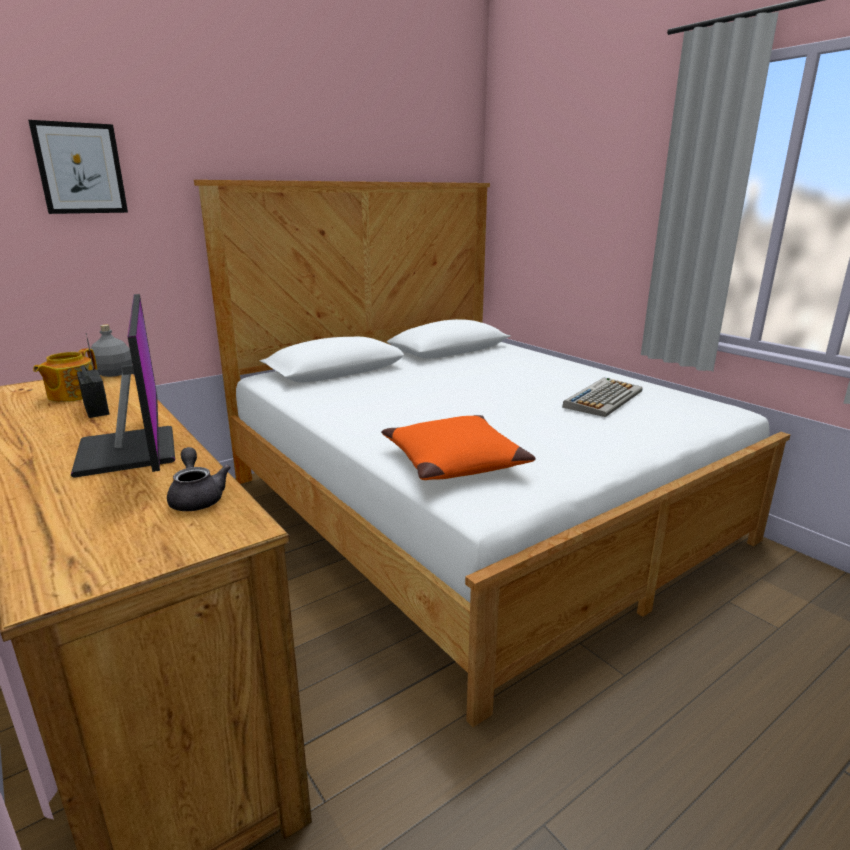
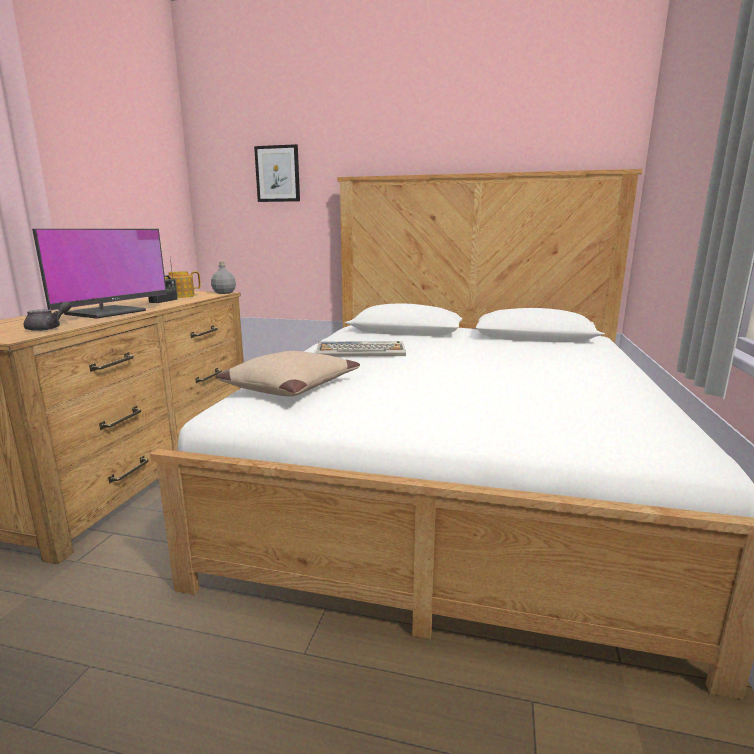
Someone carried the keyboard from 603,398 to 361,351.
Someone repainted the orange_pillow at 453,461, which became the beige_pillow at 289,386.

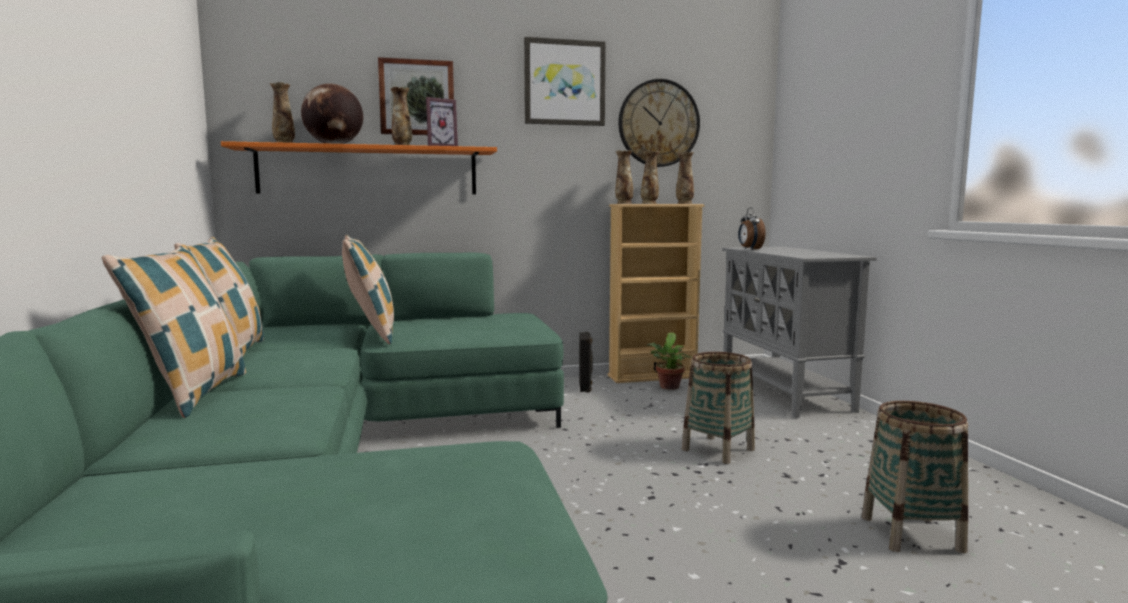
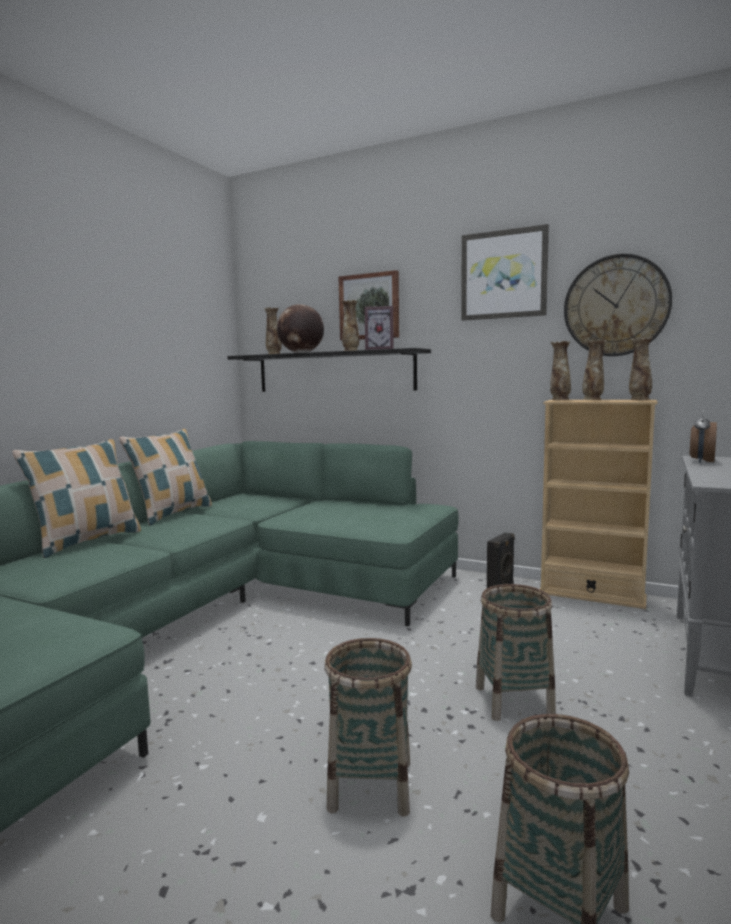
Someone repainted the orange_shelf at 369,171, which became the black_shelf at 334,372.
Someone took away the pillow at 370,335.
Someone took away the potted_plant at 669,387.
Someone put down the basket at 370,785.

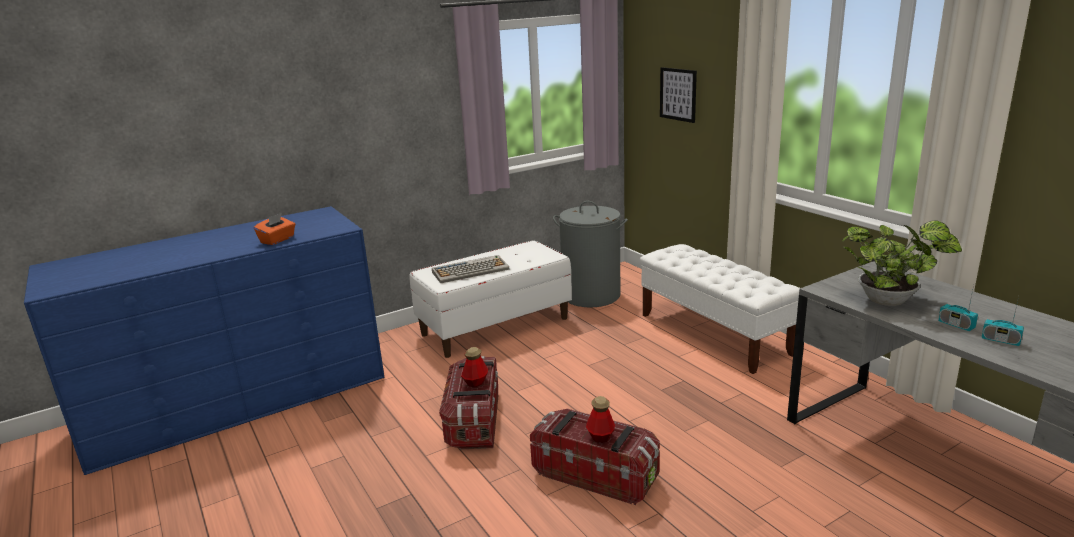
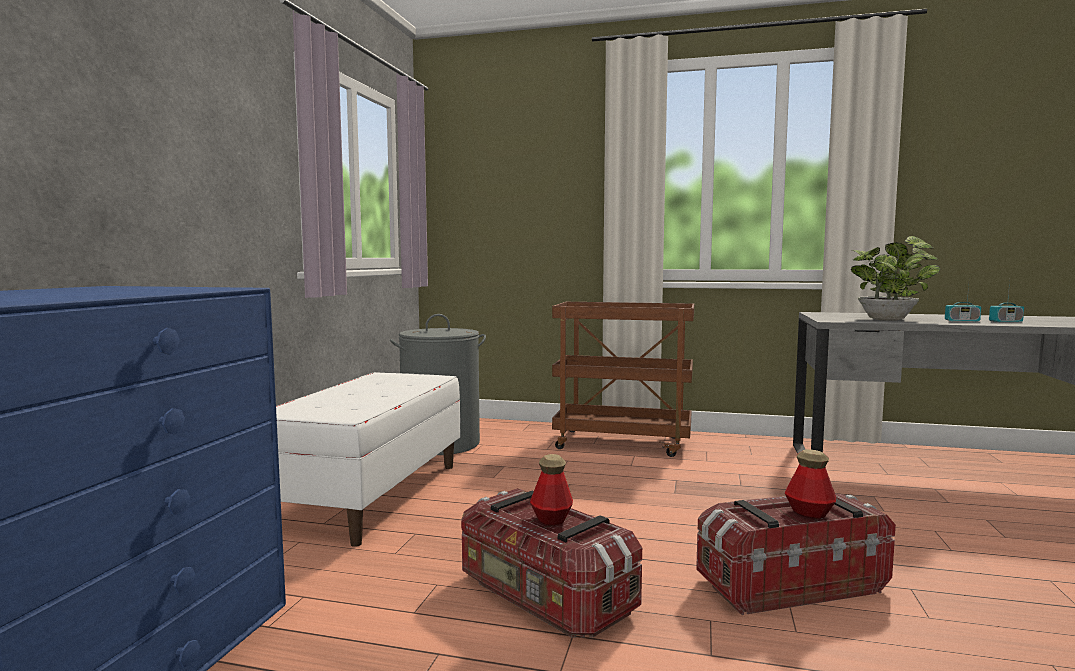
Someone took away the picture at 678,94.
Someone took away the orange_tissue_box at 277,240.
Someone swapped the white_bench at 714,334 for the brown_cart at 624,443.
Someone took away the keyboard at 471,270.

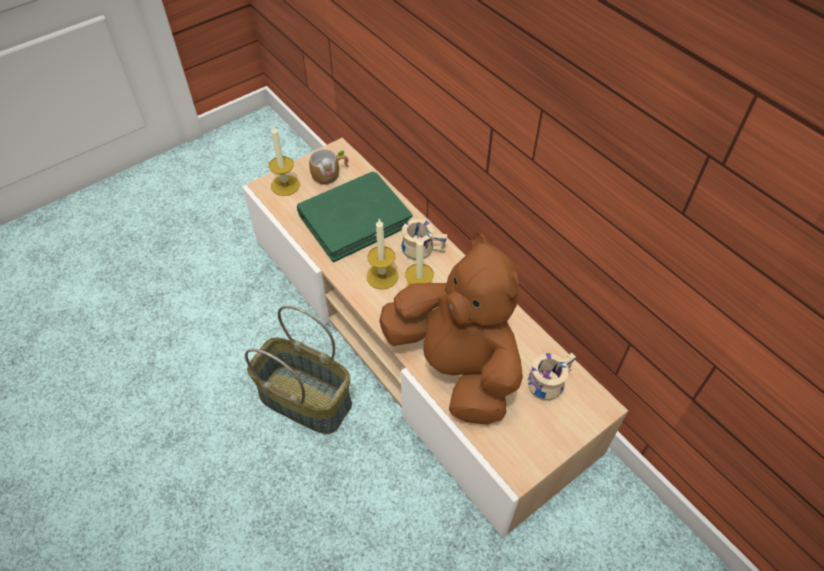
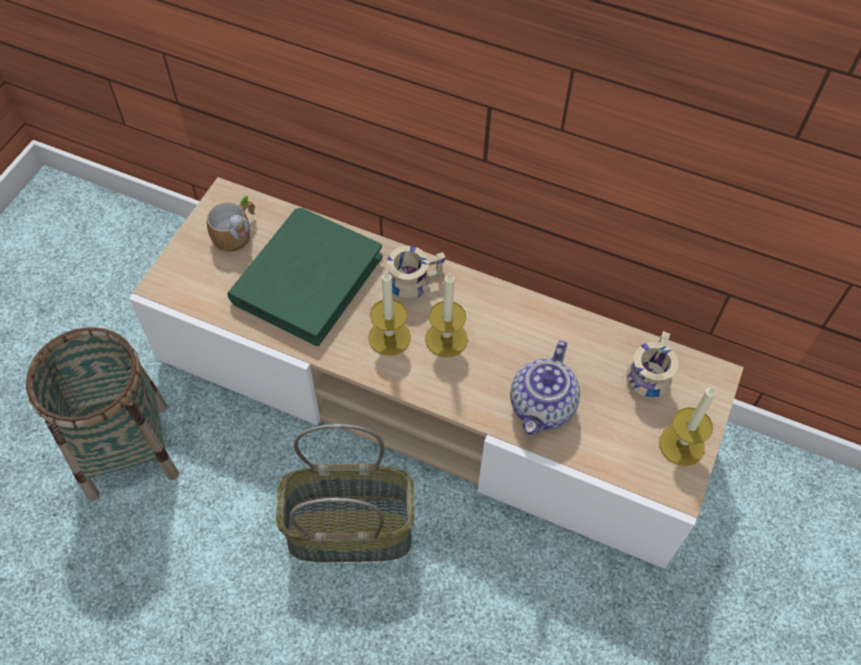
Someone carried the candle from 285,185 to 681,445.
Someone swapped the brown_plush_toy at 455,367 for the teapot at 542,407.
Someone put down the basket at 127,449.

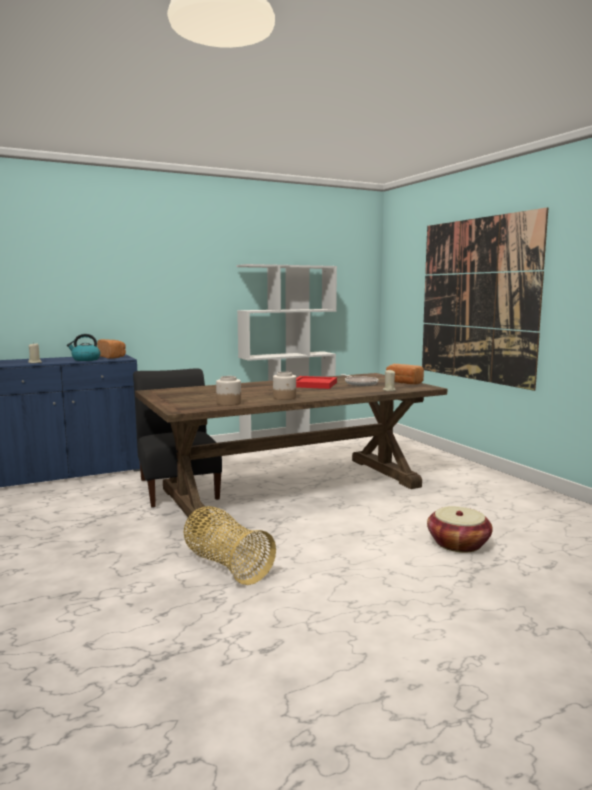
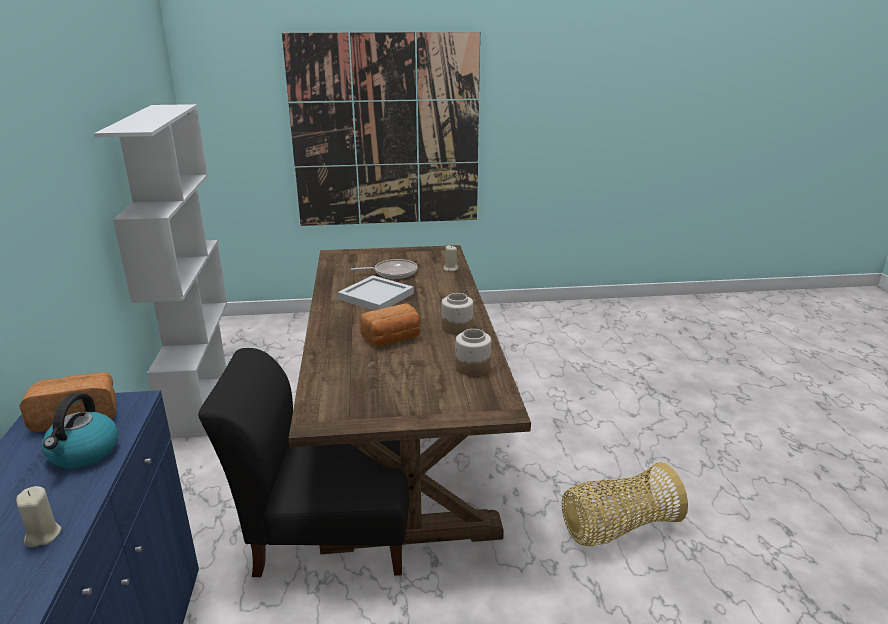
Someone carried the bread from 402,383 to 393,339.
Someone repainted the red_tray at 313,384, which became the white_tray at 376,297.
Someone took away the basket at 458,544.

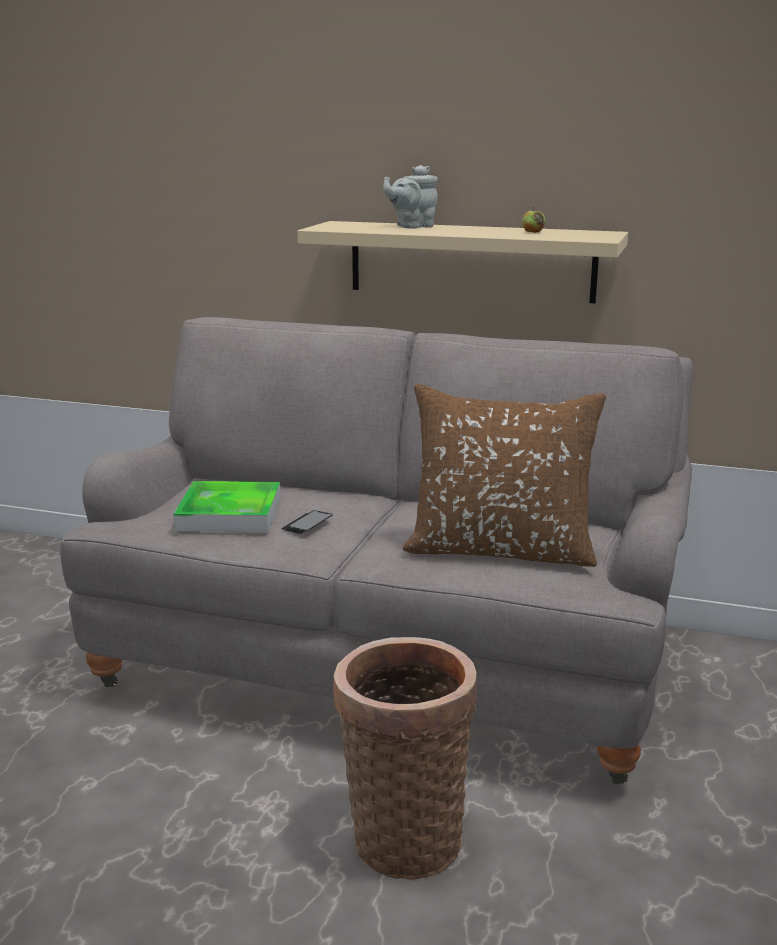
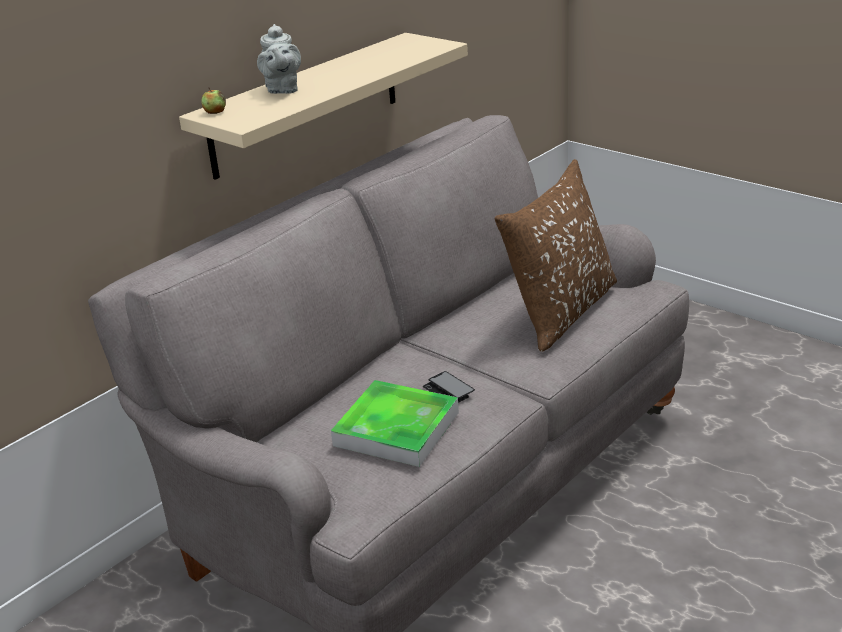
Someone carried the apple from 533,232 to 215,112.
Someone took away the basket at 404,836.

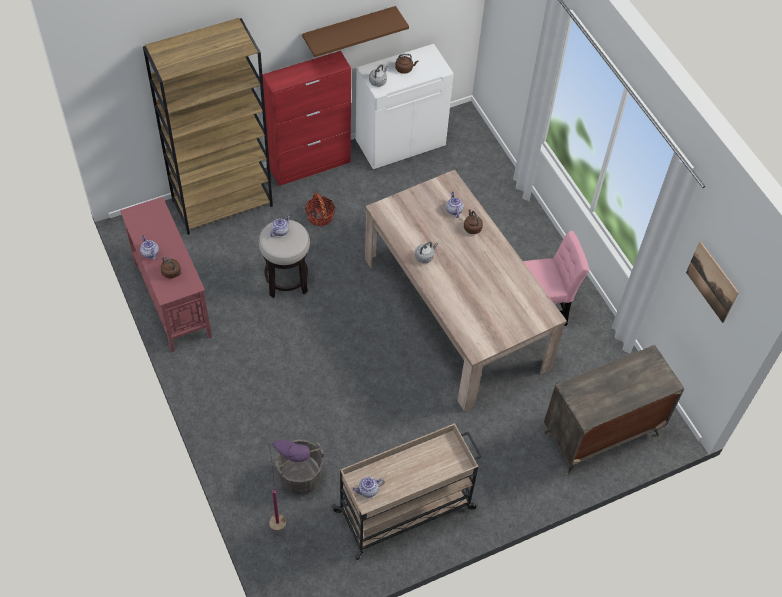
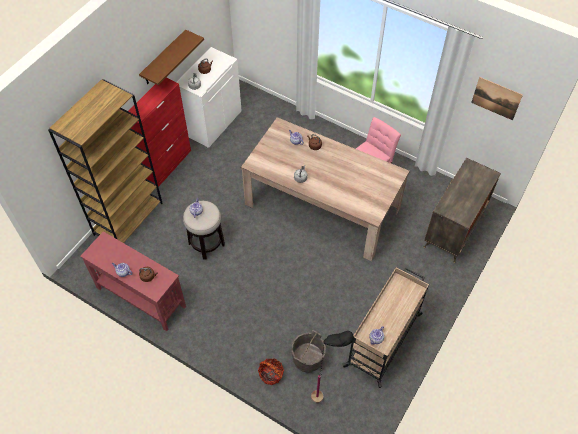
Someone carried the basket from 320,216 to 271,374.
Someone repainted the purple_floor_lamp at 291,529, which became the black_floor_lamp at 327,395.

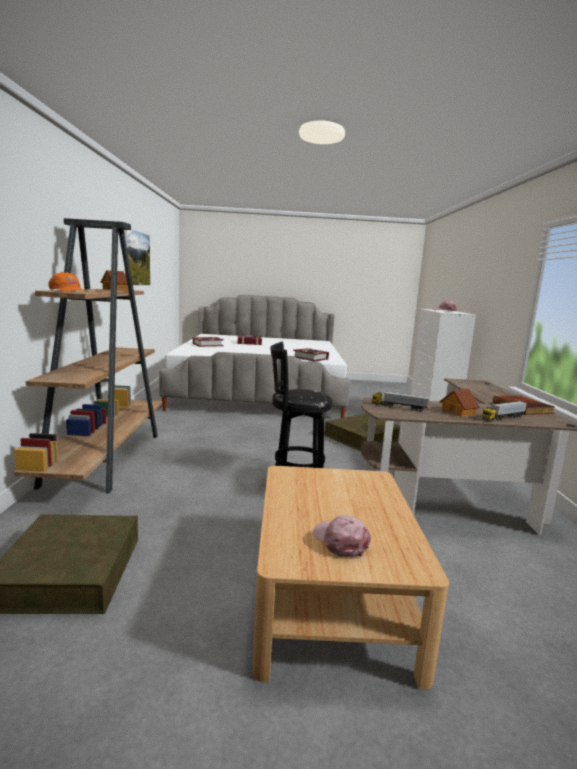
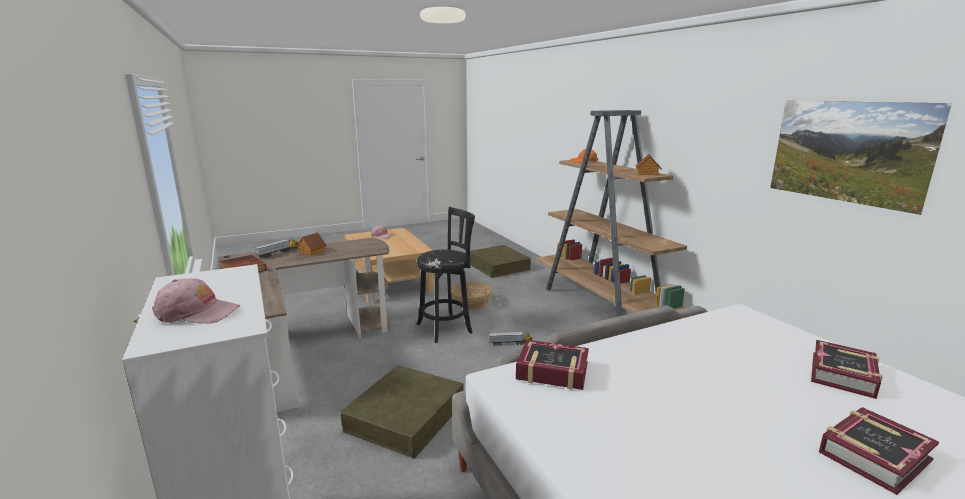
Someone carried the toy_truck from 399,407 to 510,343.
Someone put down the basket at 471,303.

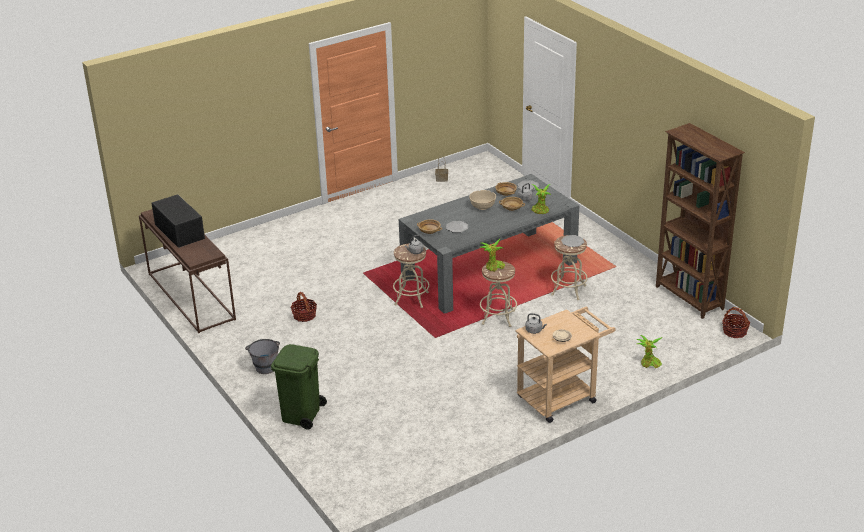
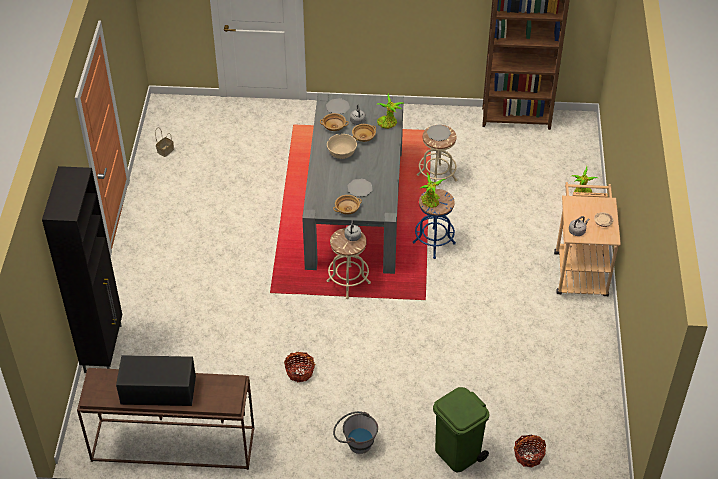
Someone repainted the beige_stool at 498,317, which became the blue_stool at 434,243.
Someone carried the basket from 735,332 to 528,456.
Someone put down the black_cabinet at 104,348.

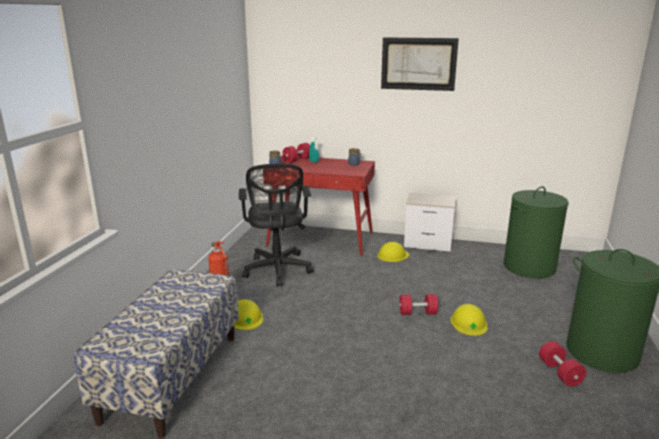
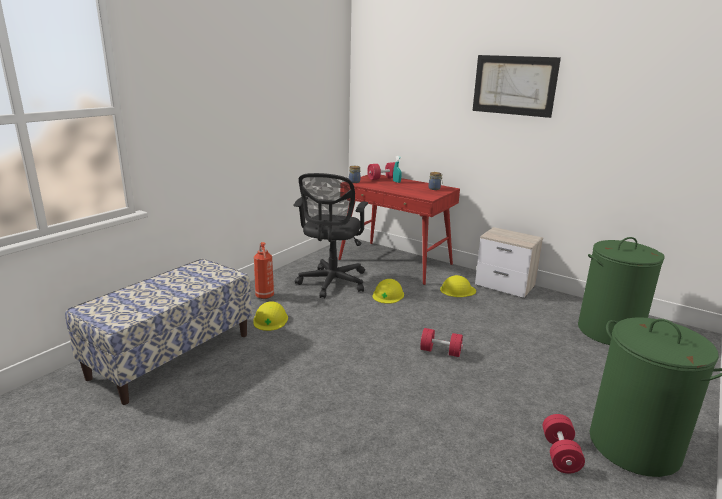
Someone carried the yellow_hard_hat from 469,323 to 388,295.

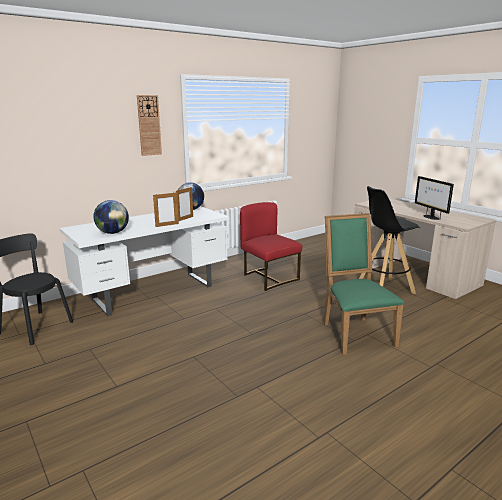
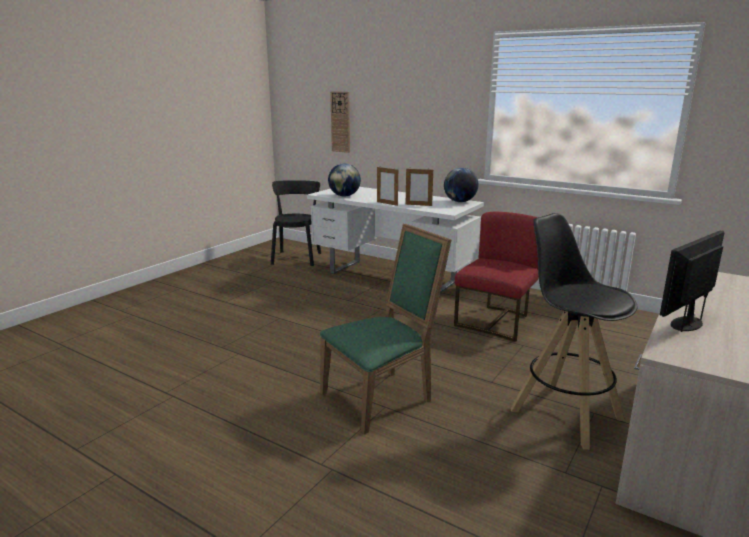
Someone carried the wall_clock from 149,125 to 340,122.

